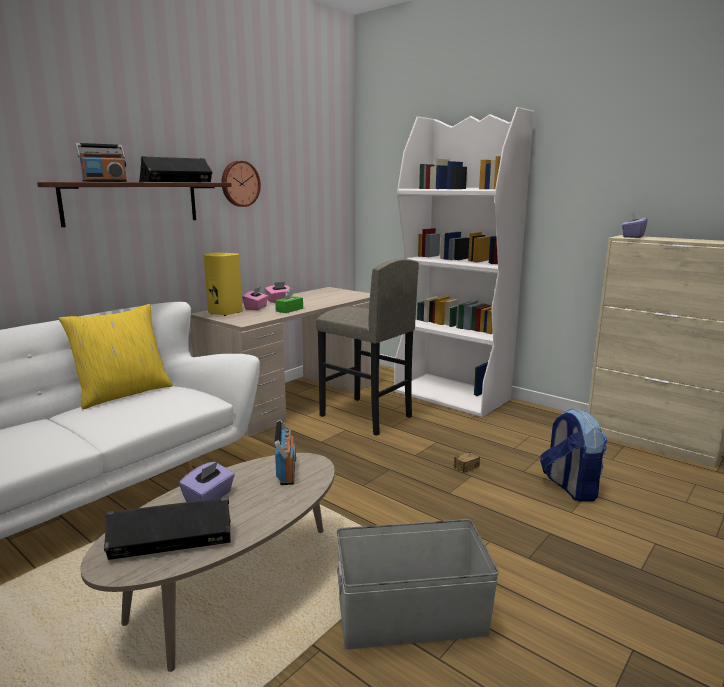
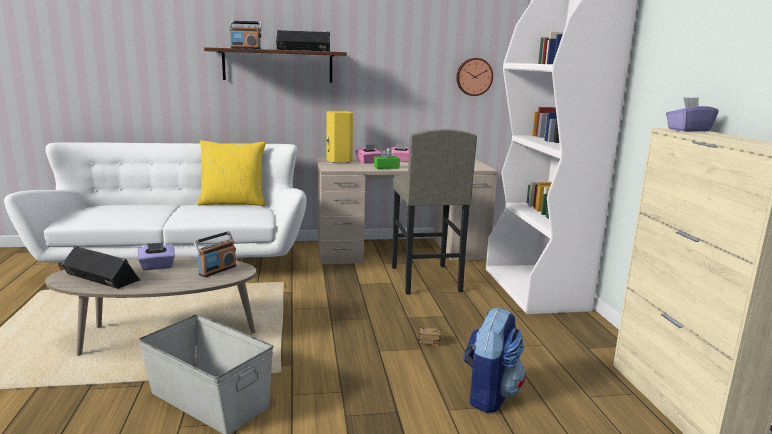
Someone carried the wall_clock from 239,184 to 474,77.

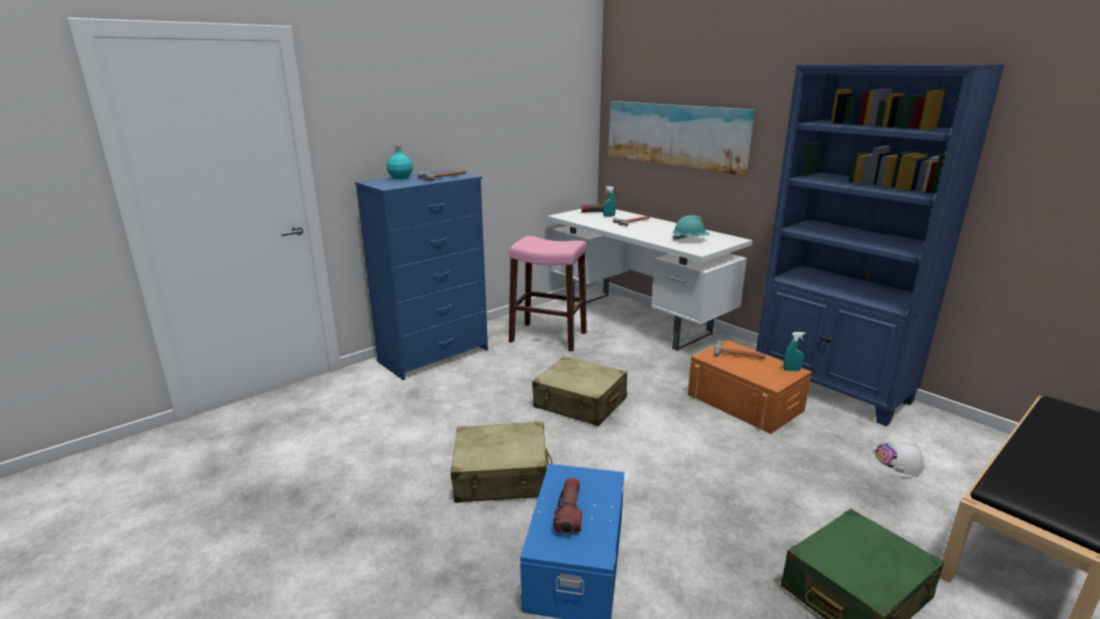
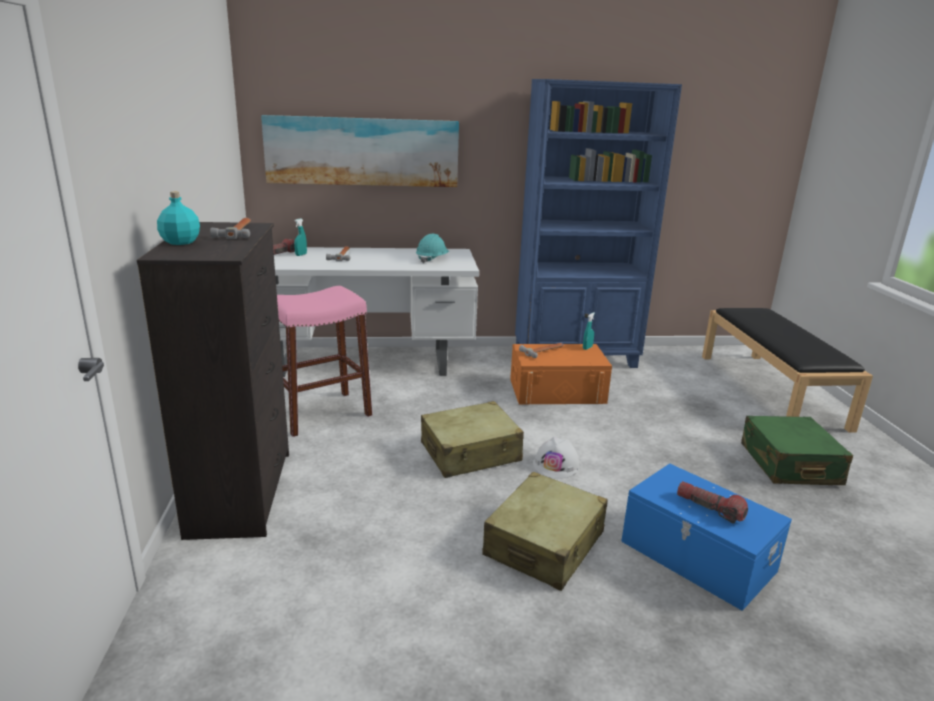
Someone repainted the blue_dresser at 435,355, which became the black_dresser at 242,492.
Someone carried the white_hard_hat from 895,463 to 556,465.

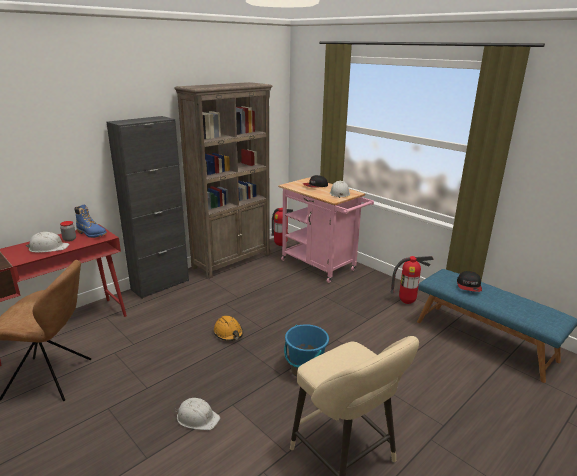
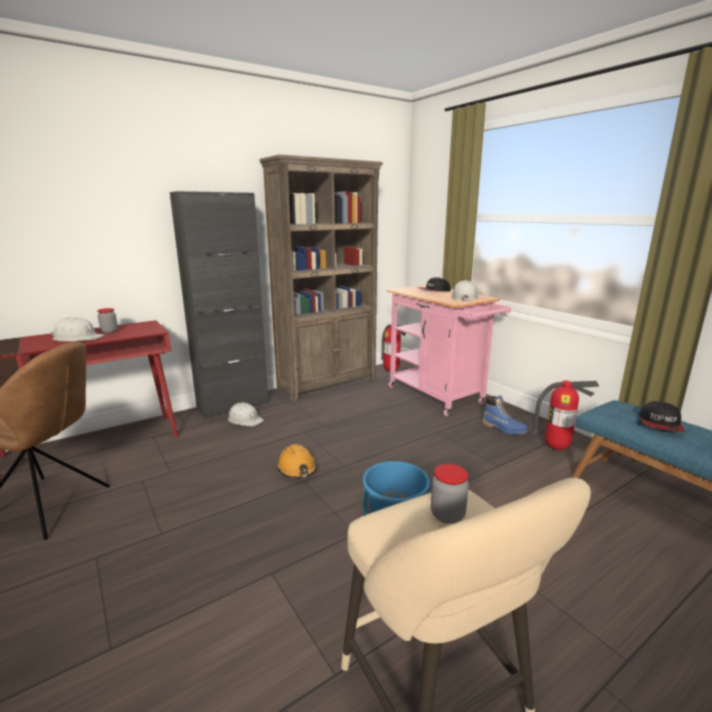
Someone carried the blue_boot from 92,234 to 503,428.
Someone carried the white_hard_hat from 197,418 to 245,420.
Someone put down the jar at 447,515.

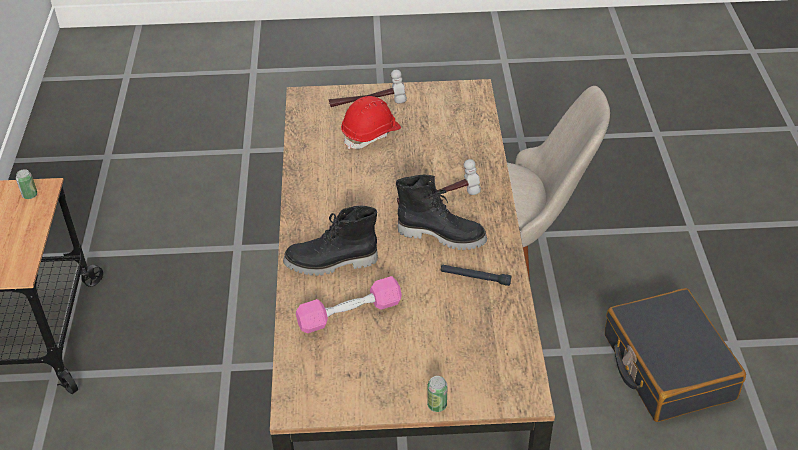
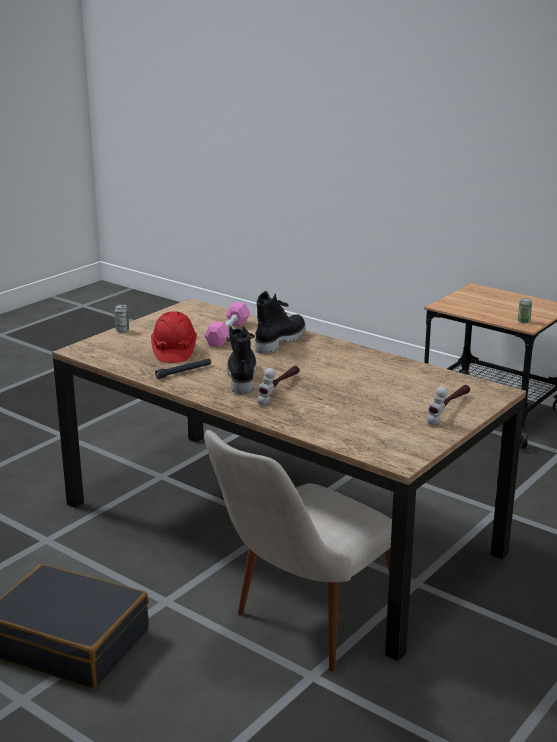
Someone carried the red_hard_hat from 371,134 to 174,351.
Someone rotated the black_boot at 442,235 by 120 degrees clockwise.

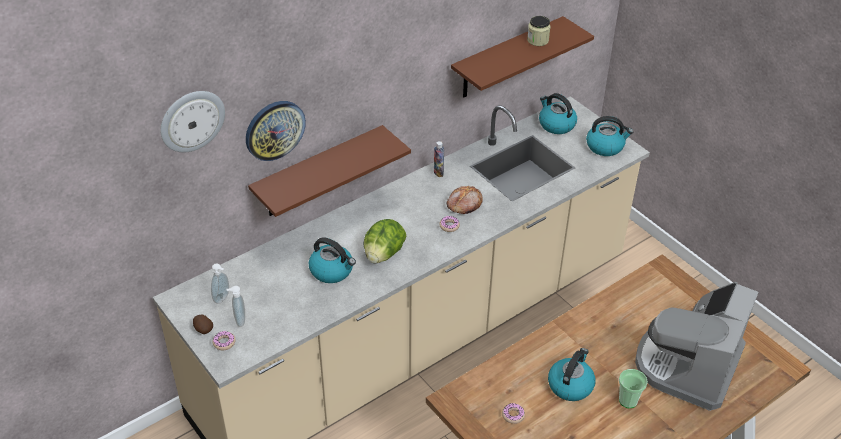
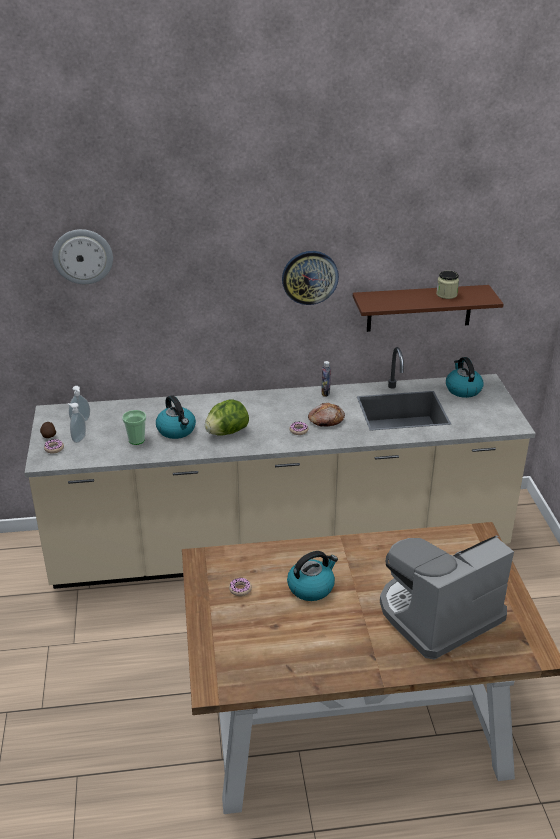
Someone carried the wall_clock from 274,130 to 310,277.
Someone took away the kettle at 605,146.
Someone took away the brown_shelf at 318,172.
Someone carried the cup from 628,400 to 136,440.

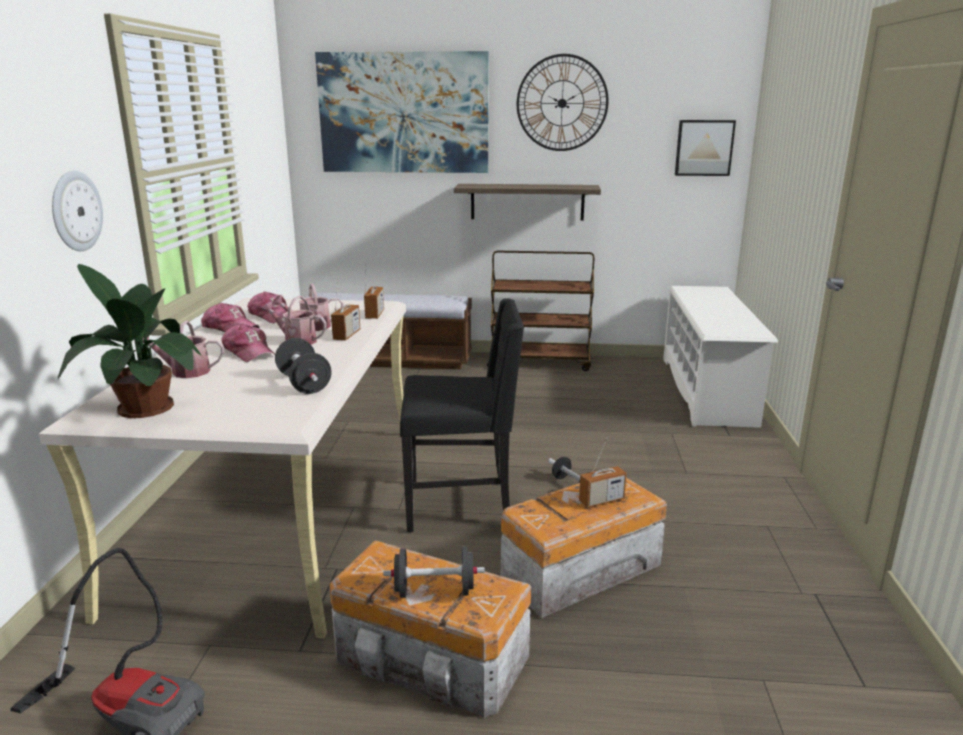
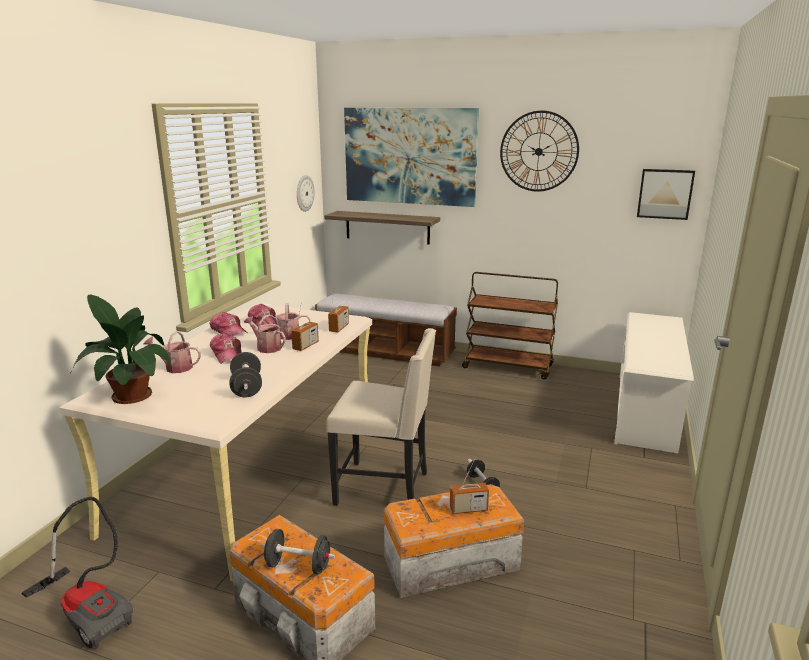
Someone carried the wall_clock from 75,211 to 304,193.
Someone carried the shelf from 527,202 to 387,227.
Someone repainted the black_chair at 461,504, which became the beige_chair at 384,488.

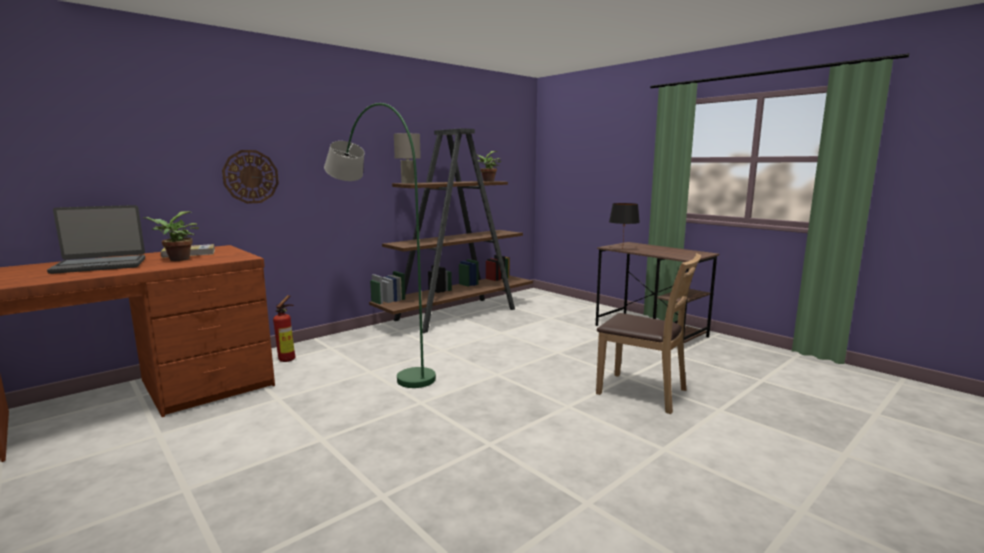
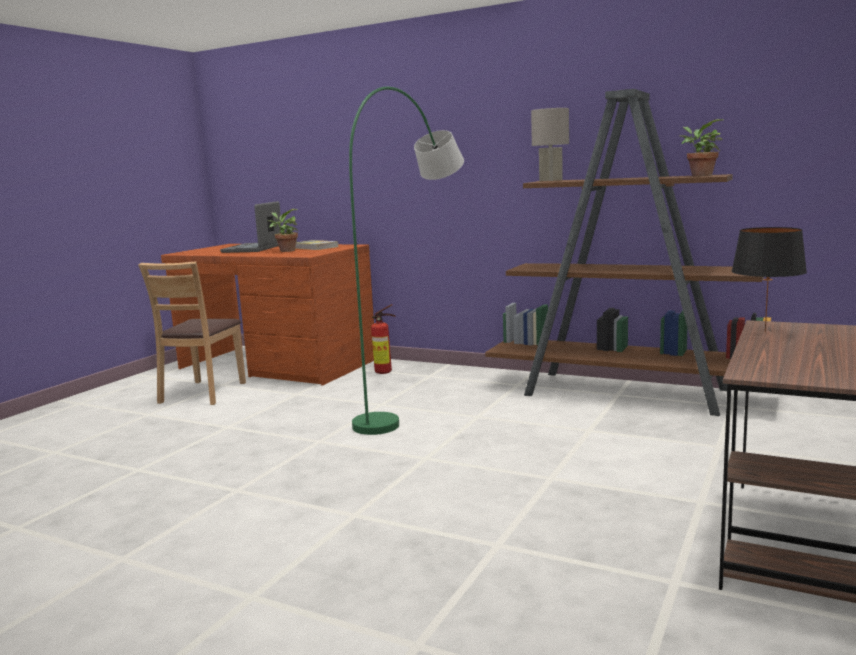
Someone took away the wall_clock at 250,176.
Someone rotated the laptop at 100,265 by 60 degrees clockwise.
Someone carried the brown_chair from 642,392 to 203,393.

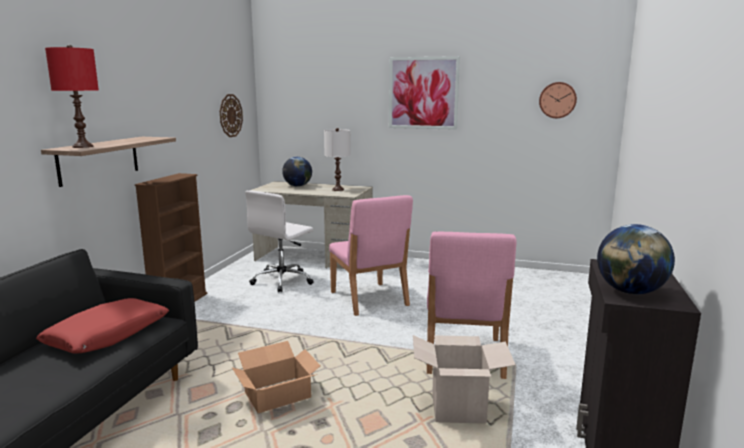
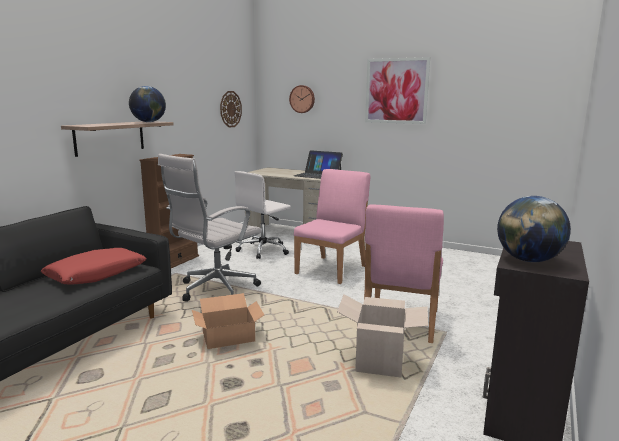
Someone took away the red_table_lamp at 83,146.
Someone carried the wall_clock from 557,100 to 302,99.
Someone swapped the white_table_lamp at 338,189 for the laptop at 317,175.
Someone carried the globe from 297,186 to 148,122.
Someone rotated the pink_chair at 369,299 by 135 degrees counterclockwise.
Someone put down the white_office_chair at 214,290.

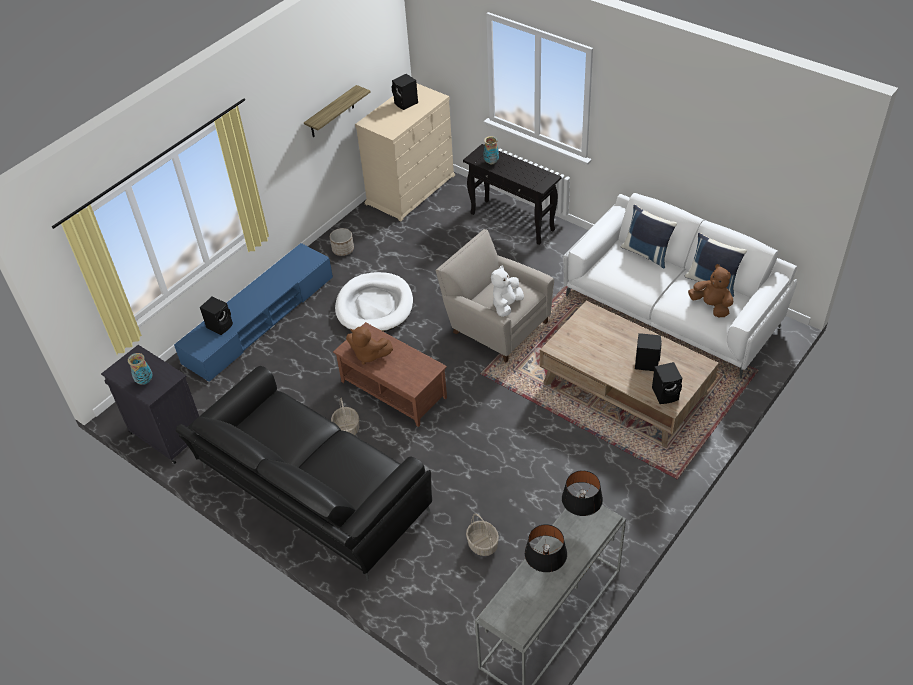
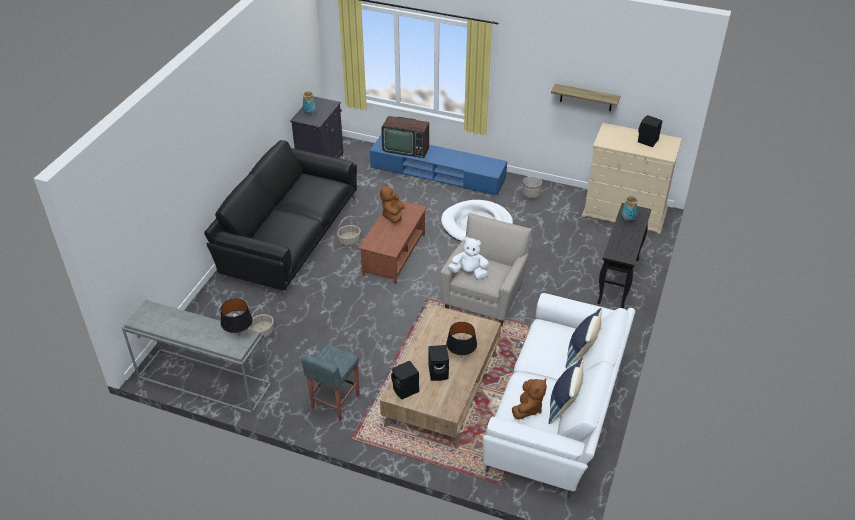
Someone swapped the black_speaker at 220,325 for the television at 406,148.
Someone carried the black_table_lamp from 545,568 to 461,357.
Someone put down the grey_stool at 335,402.

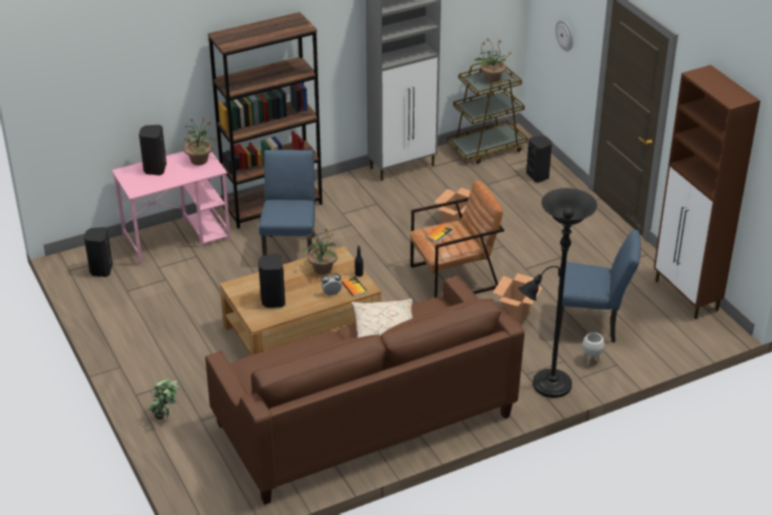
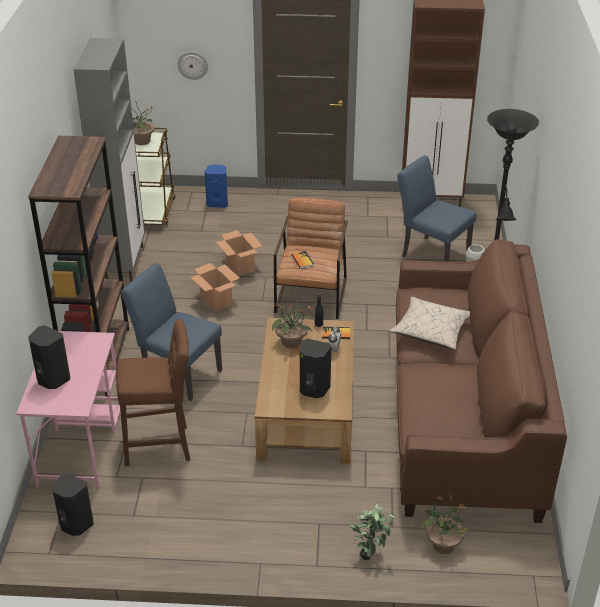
Someone carried the potted_plant from 199,160 to 442,544.
Someone repainted the black_speaker at 538,176, which became the blue_speaker at 218,203.
Someone rotated the blue_chair at 592,325 by 90 degrees counterclockwise.
Someone carried the cardboard_box from 515,313 to 216,301.
Someone put down the brown_stool at 161,446.

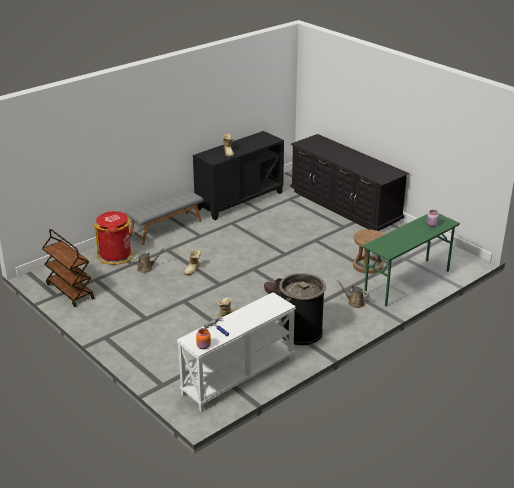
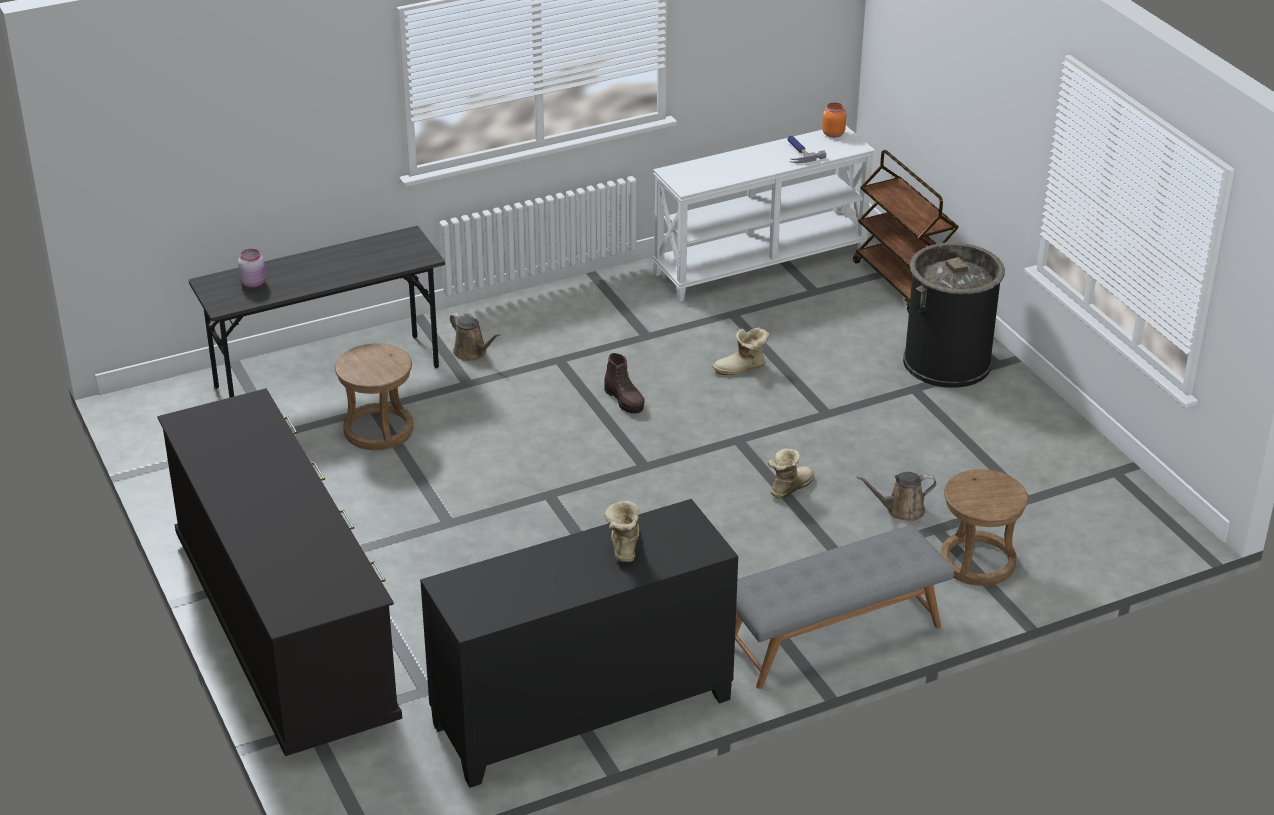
Someone swapped the red_trash_can at 116,256 for the brown_stool at 978,562.
Someone repainted the green_desk at 407,283, which became the grey_desk at 327,376.
Someone carried the brown_cart from 69,291 to 902,283.
Someone carried the black_trash_can from 301,332 to 946,362.

